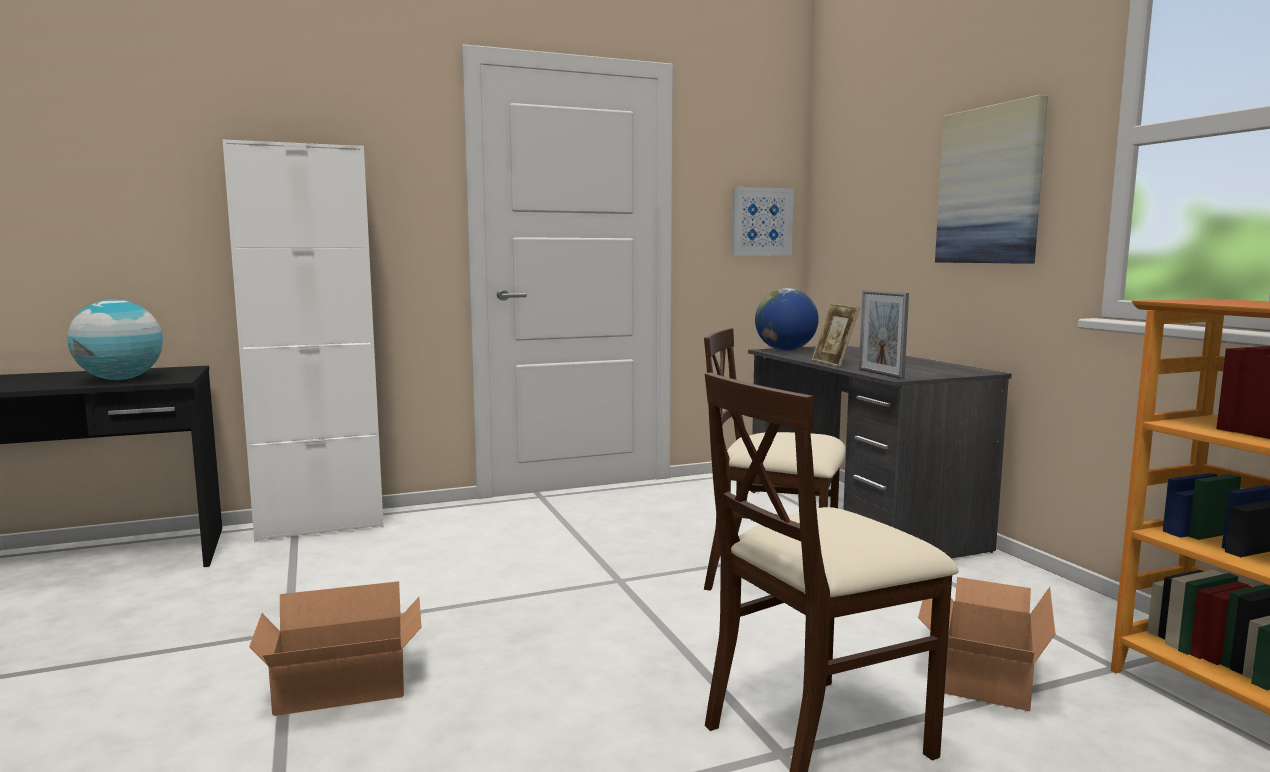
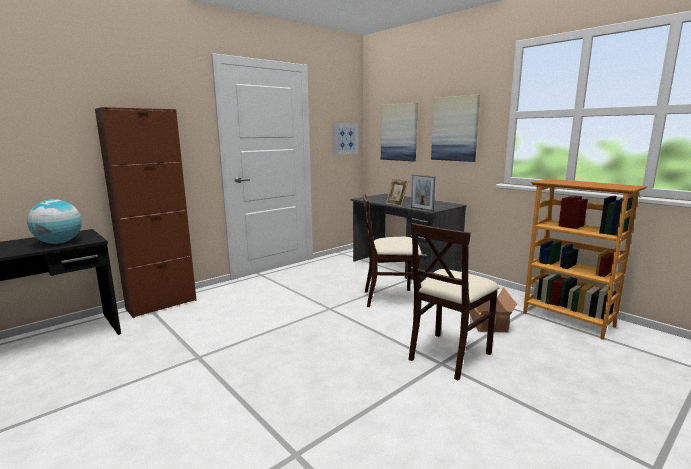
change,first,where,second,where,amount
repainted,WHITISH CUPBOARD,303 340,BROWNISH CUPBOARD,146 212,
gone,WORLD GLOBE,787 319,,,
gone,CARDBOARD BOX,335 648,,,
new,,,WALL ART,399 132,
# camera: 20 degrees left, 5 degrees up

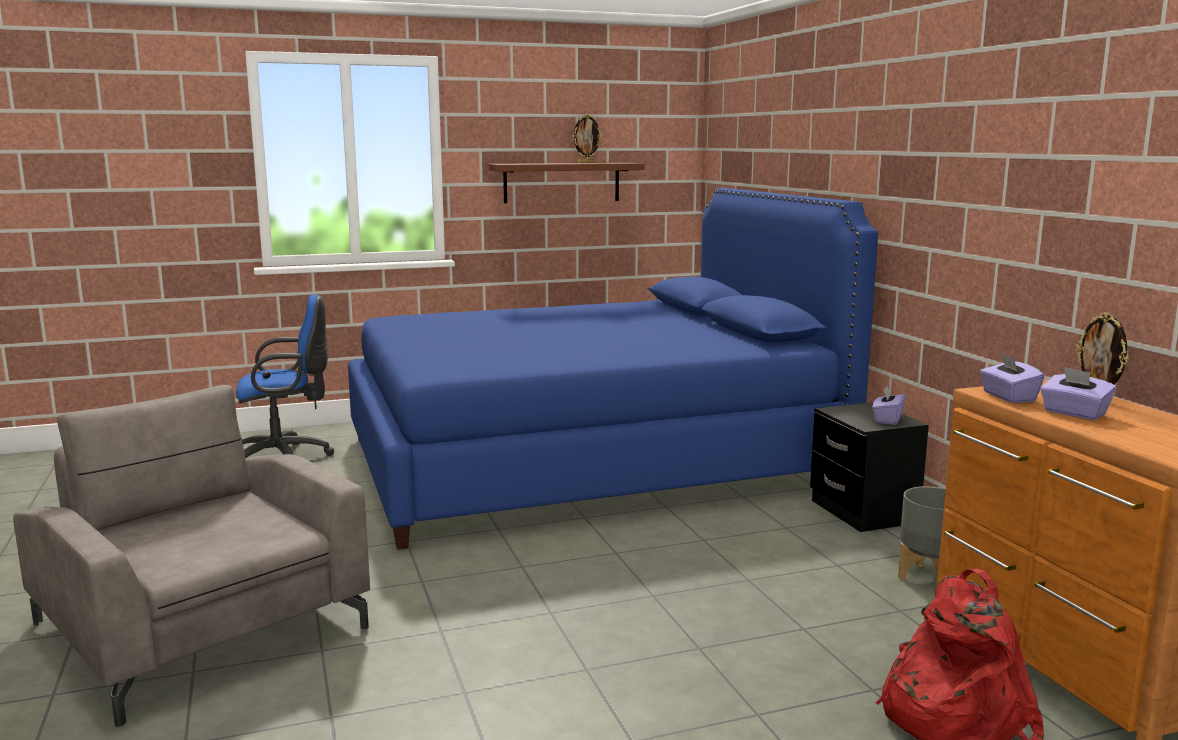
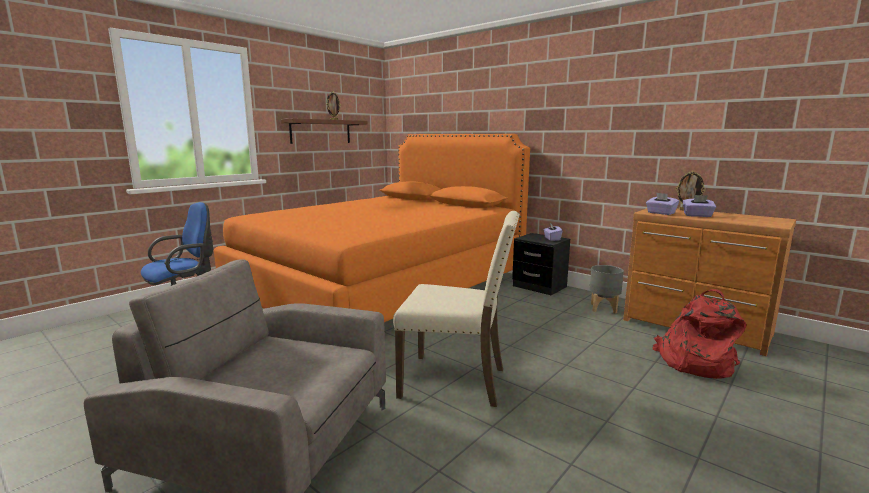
change,first,where,second,where,amount
repainted,BLUE BED,613 369,ORANGE BED,372 228,
new,,,SAND-COLOURED UPRIGHT CHAIR,456 309,
# camera: 30 degrees left, 0 degrees up

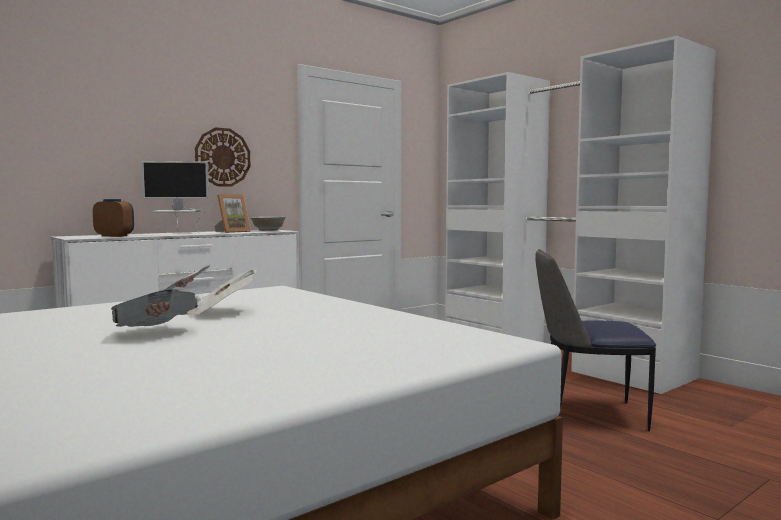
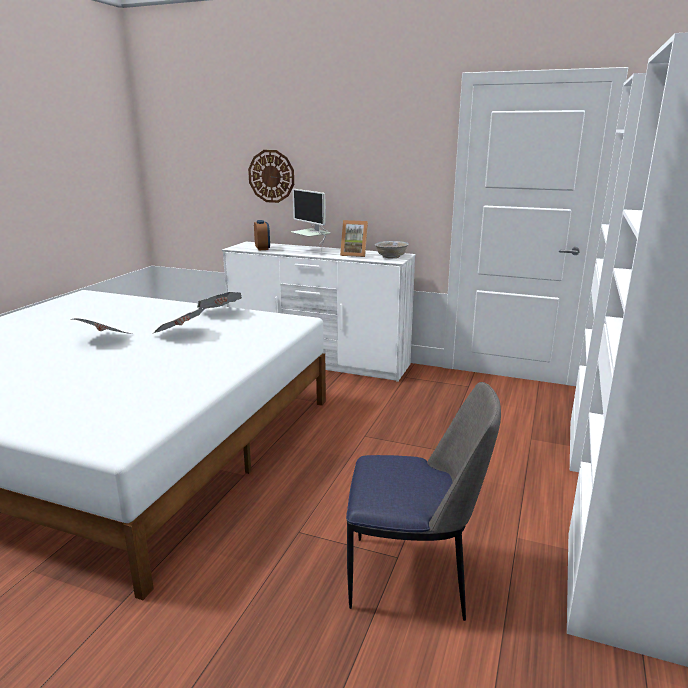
change,first,where,second,where,amount
shifted,WALL CLOCK,222 157,,271 176,
rotated,UPRIGHT CHAIR,595 340,,423 501,120 degrees clockwise
# camera: 60 degrees right, 15 degrees up

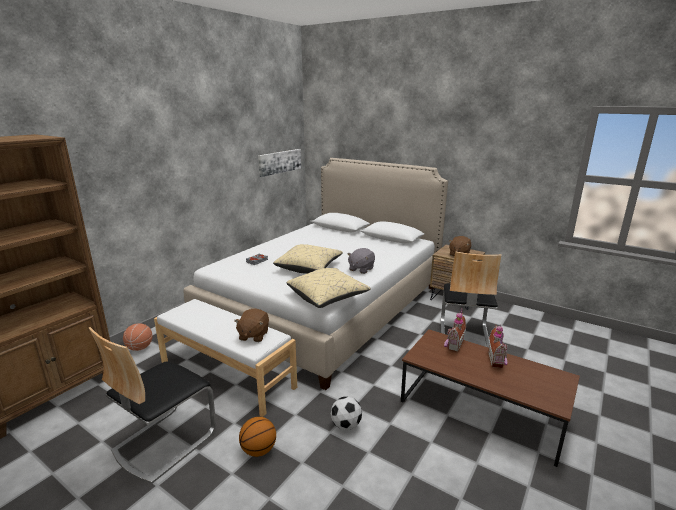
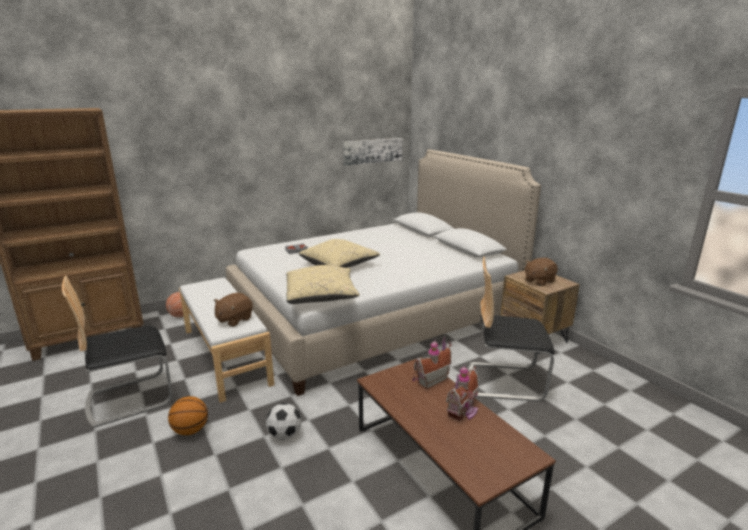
change,first,where,second,where,amount
gone,GRAY SOFT TOY,361 261,,,
rotated,UPRIGHT CHAIR,471 299,,511 329,60 degrees clockwise
# camera: 25 degrees right, 0 degrees up

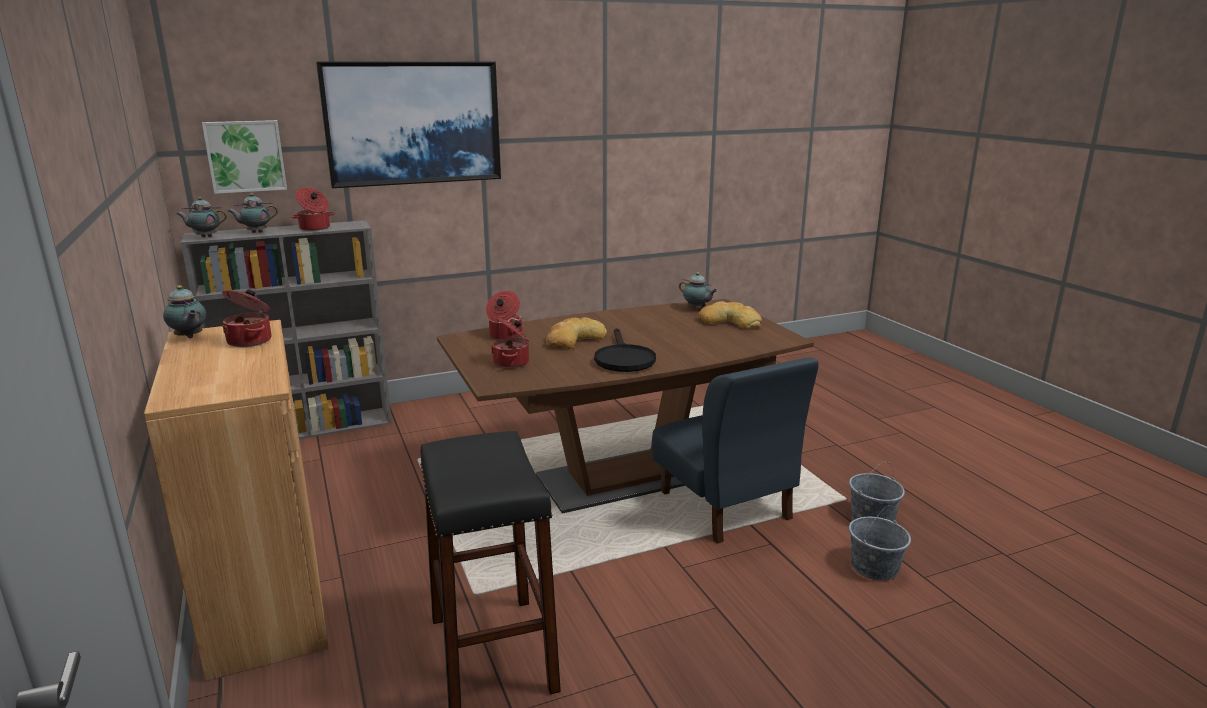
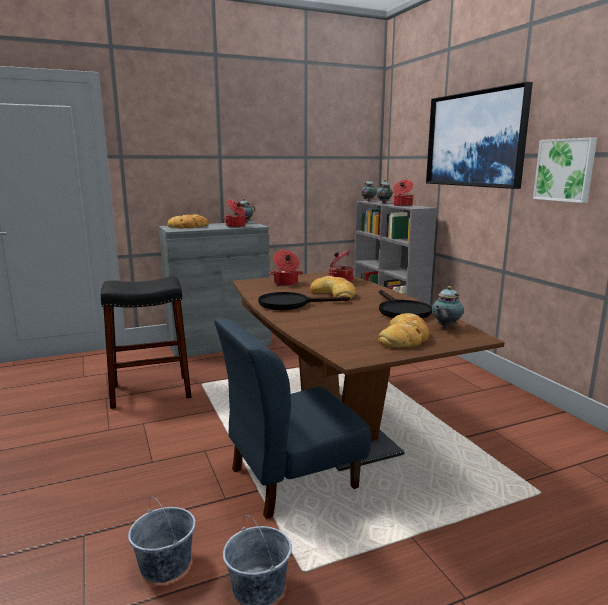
change,first,where,second,where,amount
shifted,WALL ART,244 157,,565 170,
repainted,BROWNISH CUPBOARD,236 500,GRAY CUPBOARD,215 289,
new,,,BREAD,188 221,
new,,,BLACK SKILLET,405 304,
# camera: 90 degrees right, 5 degrees down

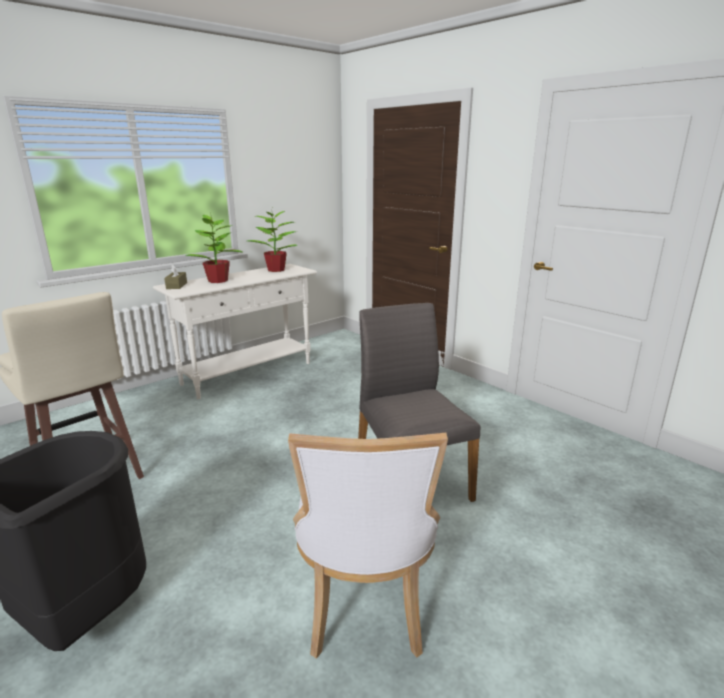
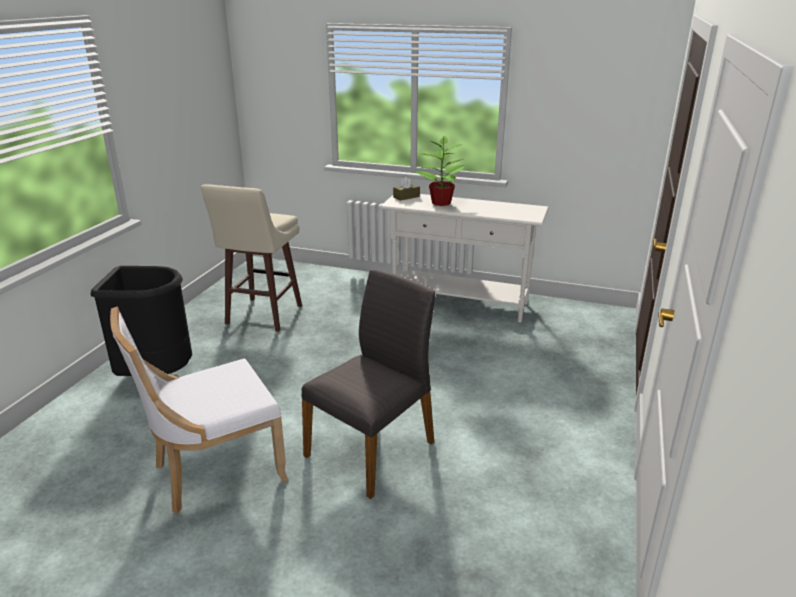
change,first,where,second,where,amount
gone,HOUSEPLANT,272 241,,,
# camera: 60 degrees right, 5 degrees up

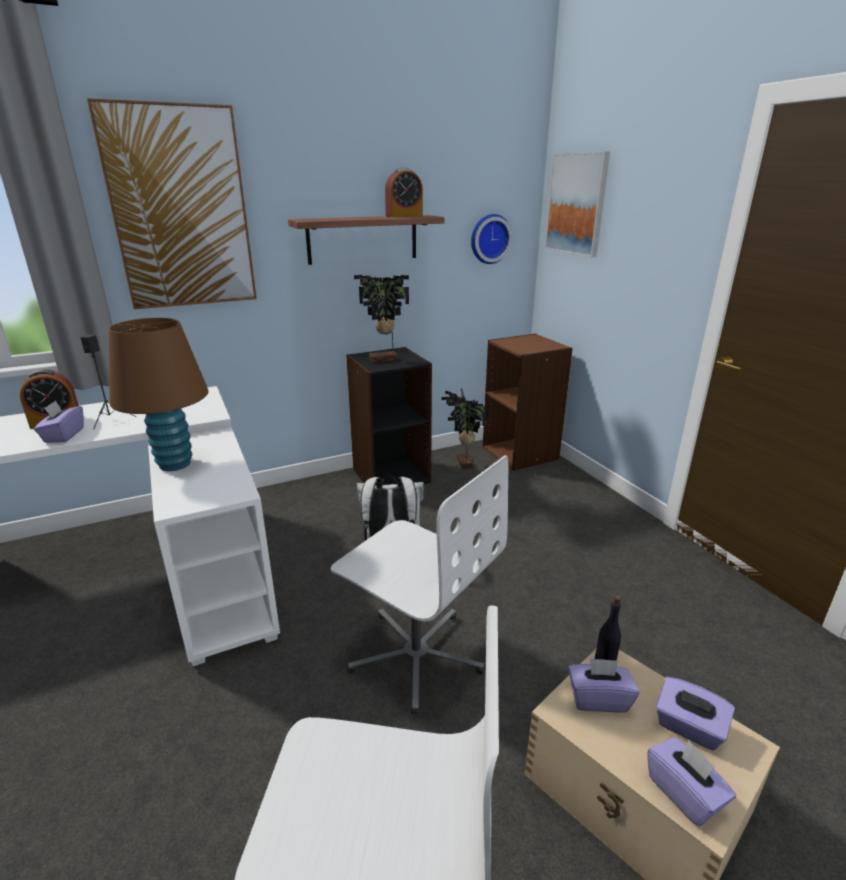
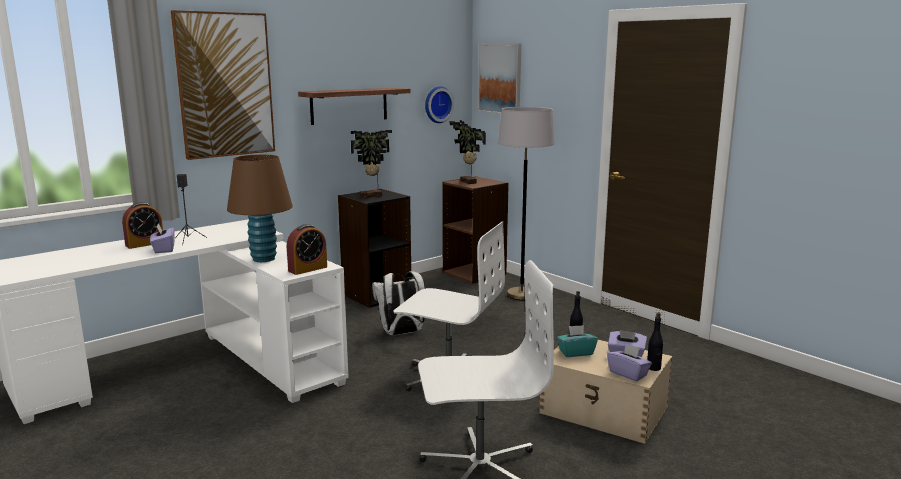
change,first,where,second,where,amount
shifted,BEDSIDE CLOCK,404 192,,307 249,
shifted,HOUSEPLANT,464 429,,467 152,
repainted,PURPLE TISSUE HOLDER,603 685,BLUE-GREEN TISSUE HOLDER,577 341,
new,,,GRAY STANDING LAMP,526 203,
new,,,BLACK DRINK BOTTLE,655 342,
# camera: 15 degrees left, 10 degrees down

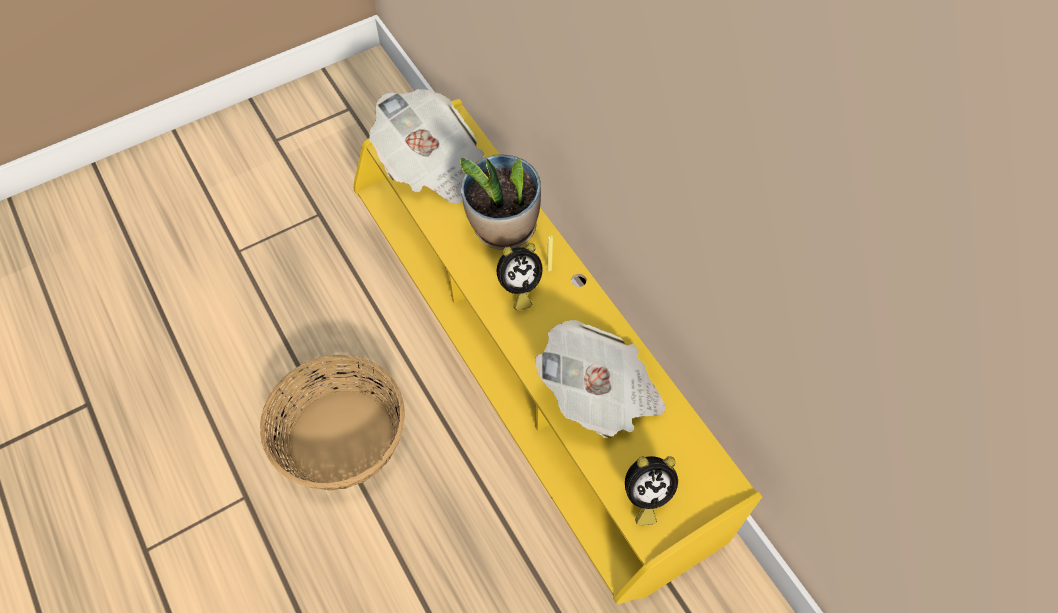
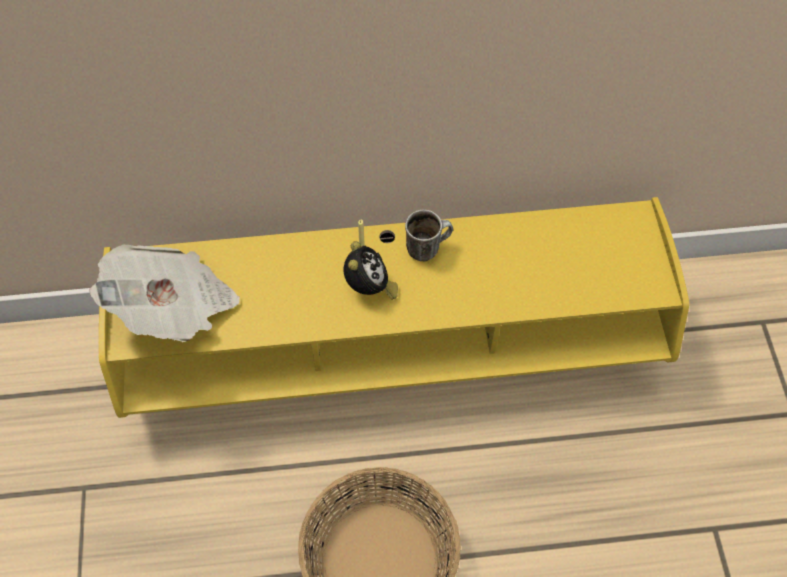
change,first,where,second,where,amount
gone,HOUSEPLANT,500 202,,,
gone,PRINTED PAPER,600 379,,,
gone,BEDSIDE CLOCK,651 490,,,
new,,,COFFEE MUG,429 235,
# camera: 65 degrees left, 0 degrees up

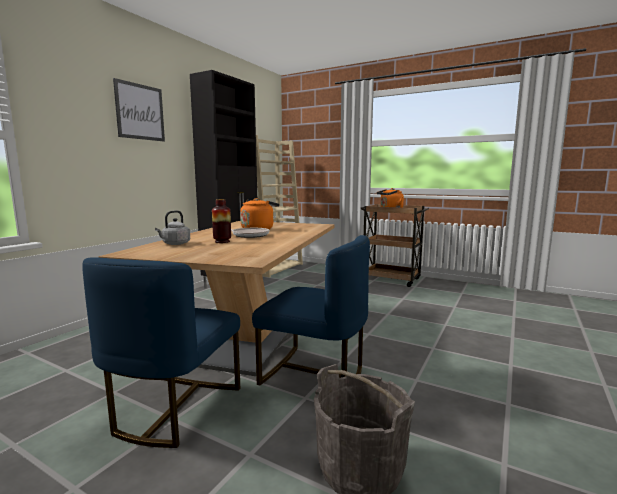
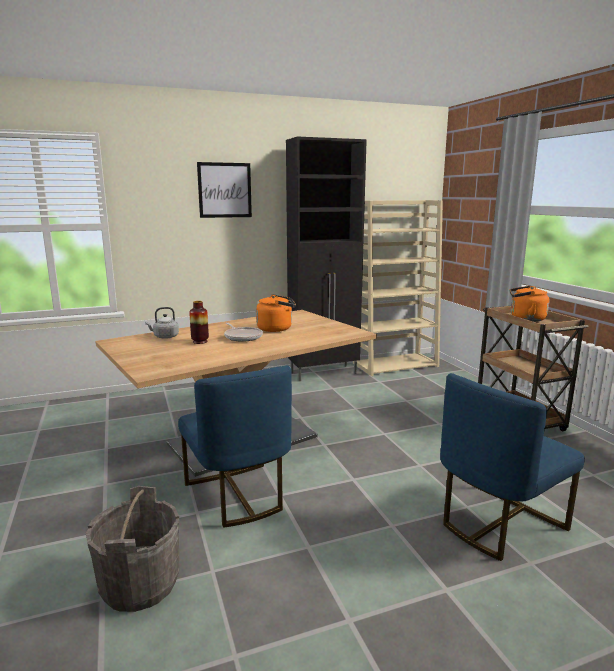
change,first,where,second,where,amount
shifted,BLUE UPRIGHT CHAIR,161 353,,512 467,
# camera: 40 degrees right, 5 degrees up

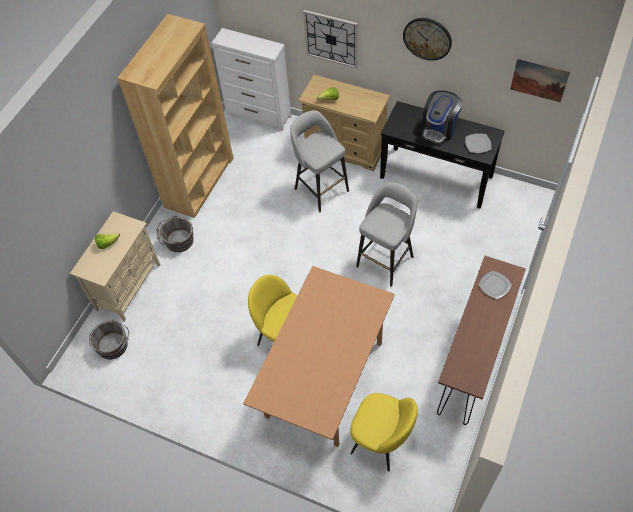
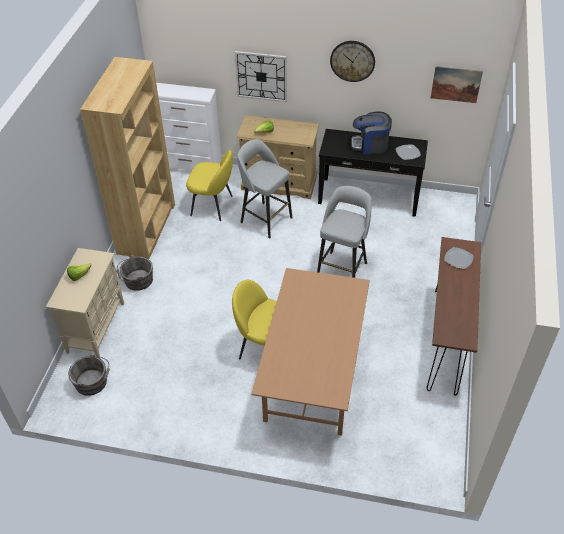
change,first,where,second,where,amount
rotated,COFFEE MAKER,442 117,,371 132,75 degrees clockwise
shifted,YELLOW-COLOURED UPRIGHT CHAIR,384 432,,209 185,
# camera: 15 degrees left, 10 degrees down

